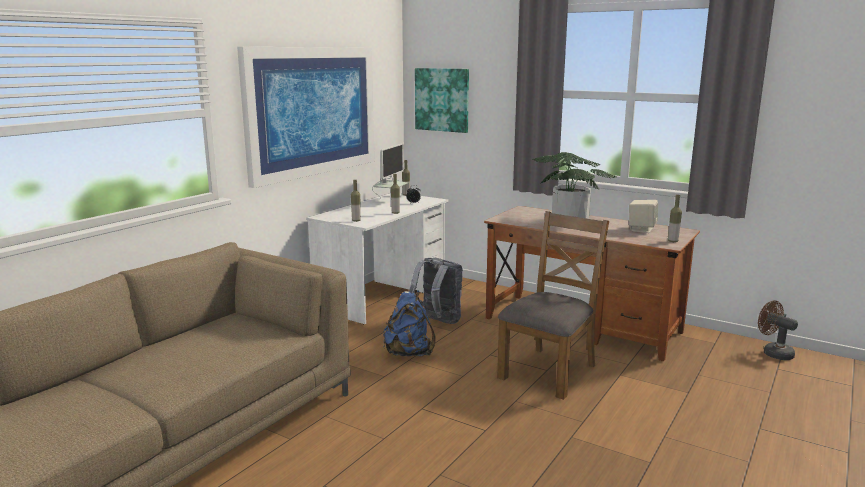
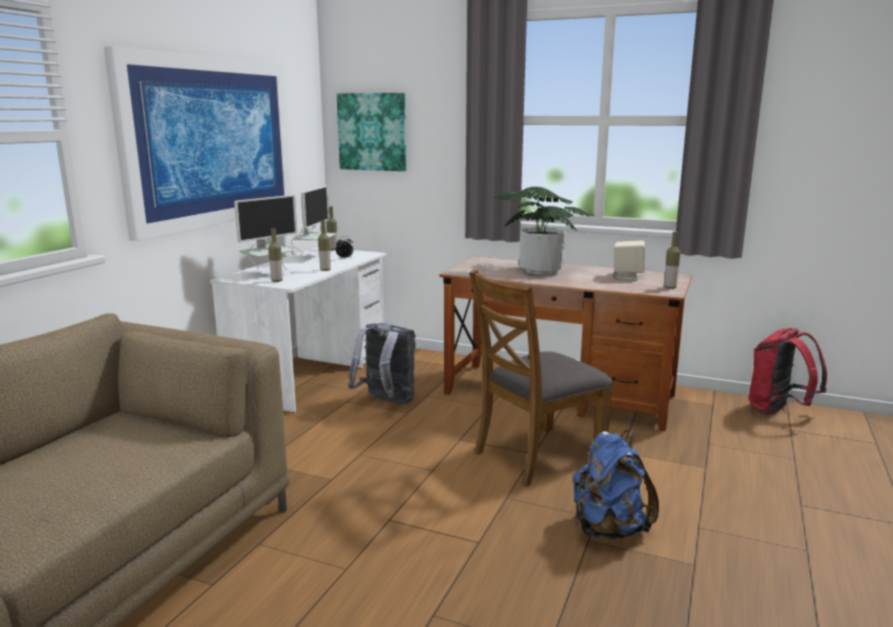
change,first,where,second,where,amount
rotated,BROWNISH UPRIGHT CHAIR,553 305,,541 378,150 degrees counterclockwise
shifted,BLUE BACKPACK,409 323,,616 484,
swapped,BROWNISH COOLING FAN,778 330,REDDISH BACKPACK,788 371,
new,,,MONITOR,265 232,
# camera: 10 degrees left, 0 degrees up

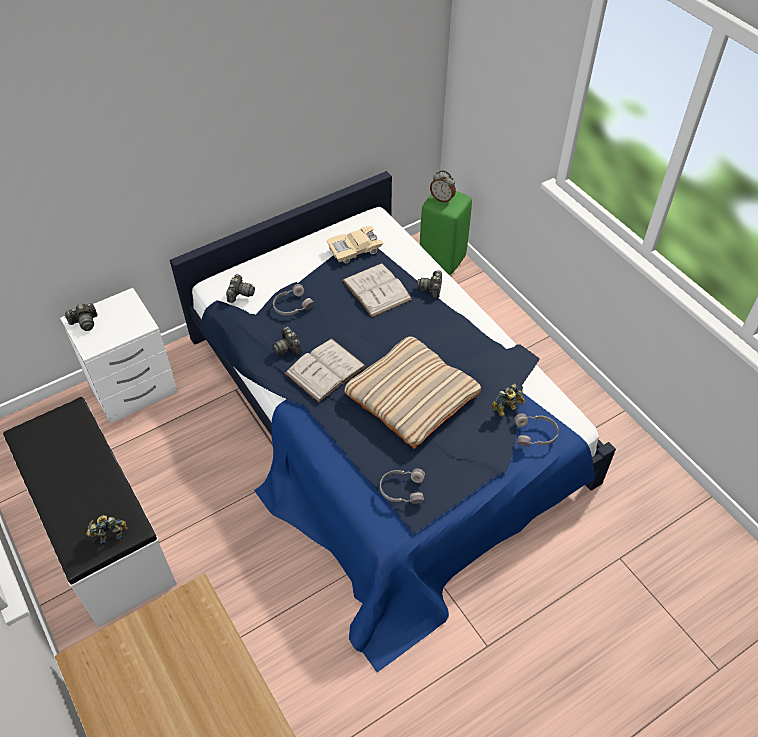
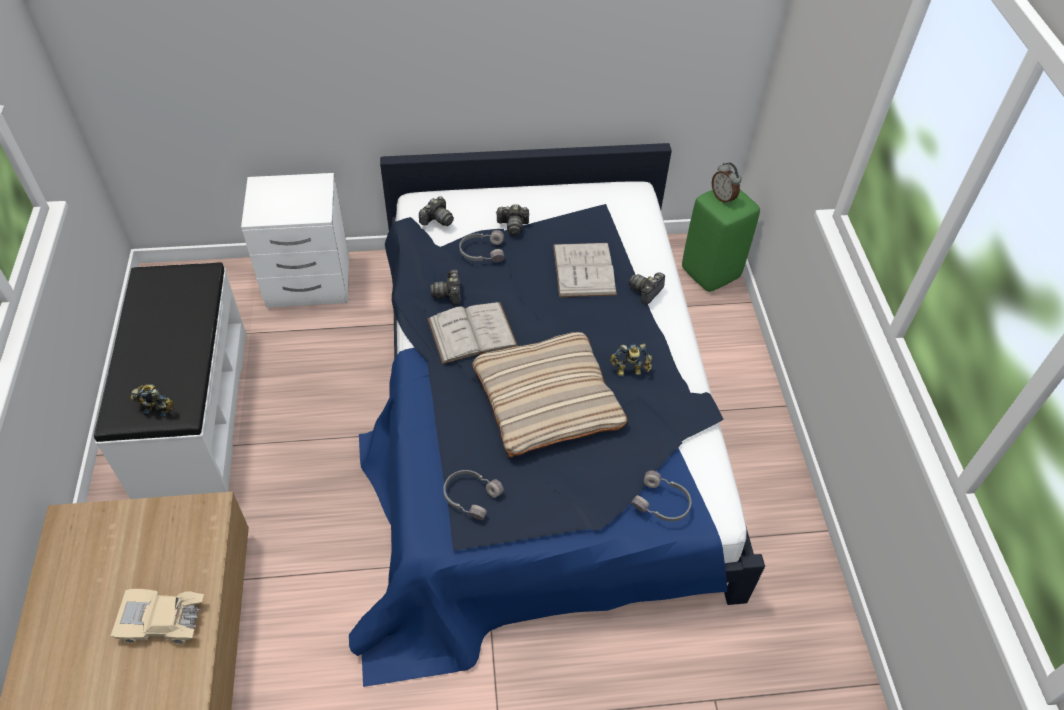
change,first,where,second,where,amount
shifted,SAND-COLOURED TOY CAR,354 244,,157 616,
shifted,STILL CAMERA,81 317,,512 220,
shifted,ROBOT FIGURE,508 400,,631 360,
# camera: 25 degrees right, 0 degrees up

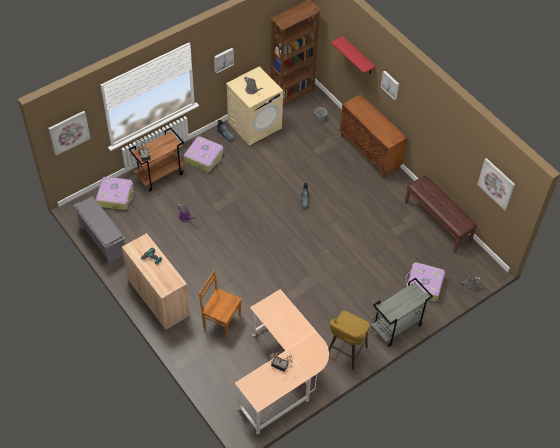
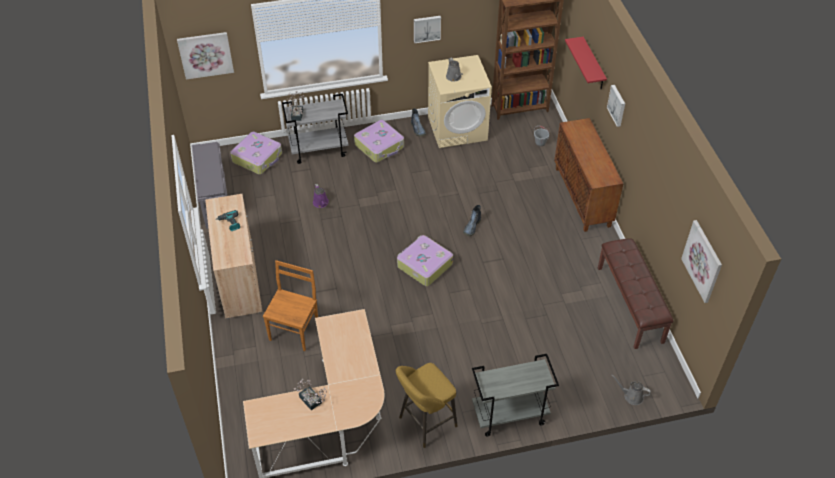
change,first,where,second,where,amount
repainted,BROWNISH CART,156 160,GRAY CART,315 129,
shifted,SUITCASE,425 281,,425 260,
rotated,BROWNISH UPRIGHT CHAIR,220 304,,290 305,60 degrees clockwise
# camera: 25 degrees right, 5 degrees down

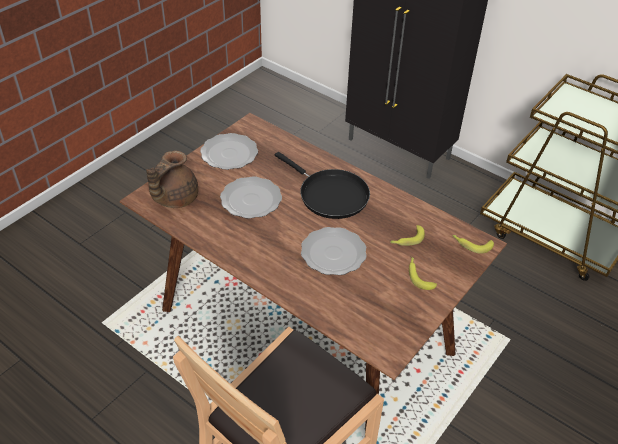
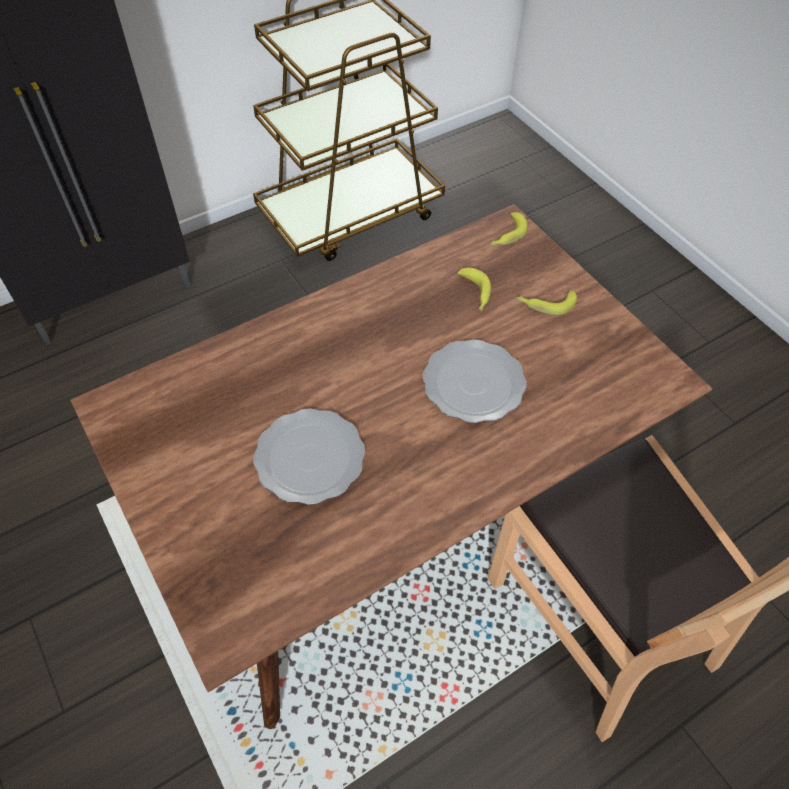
change,first,where,second,where,amount
gone,DINNER PLATE,229 151,,,
gone,BROWNISH POT FOR TEA,172 179,,,
gone,BLACK SKILLET,322 185,,,
# camera: 70 degrees left, 10 degrees up

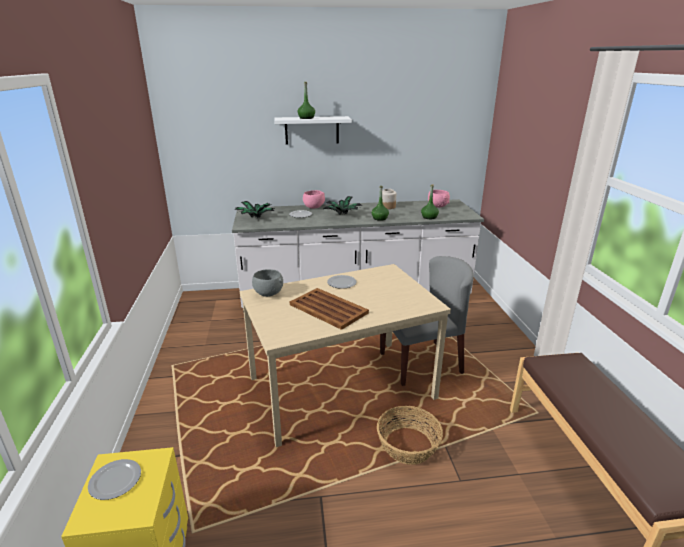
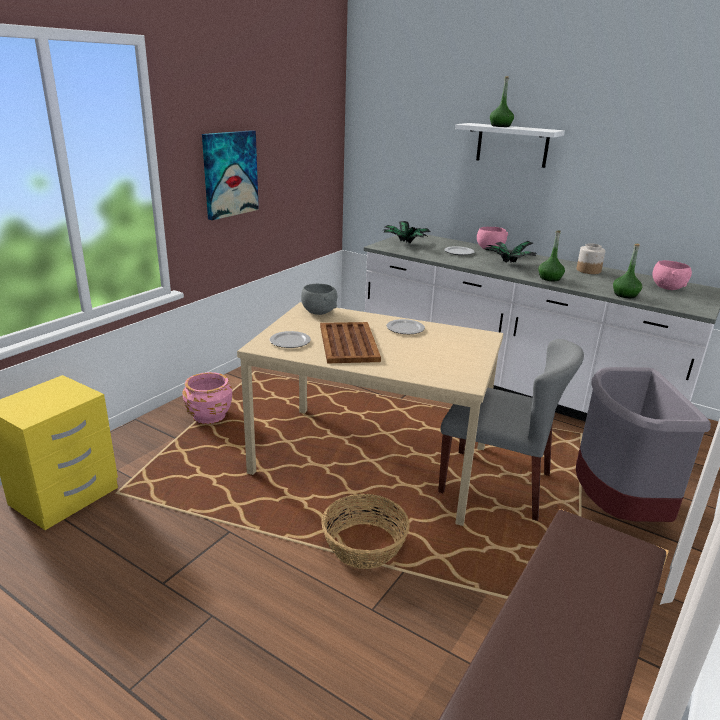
change,first,where,second,where,amount
shifted,DINNER PLATE,114 479,,290 339,
new,,,WALL ART,230 175,
new,,,GRAY TRASH CAN,643 444,
new,,,PINK-COLOURED FLOWER POT,207 398,
# camera: 40 degrees right, 0 degrees up

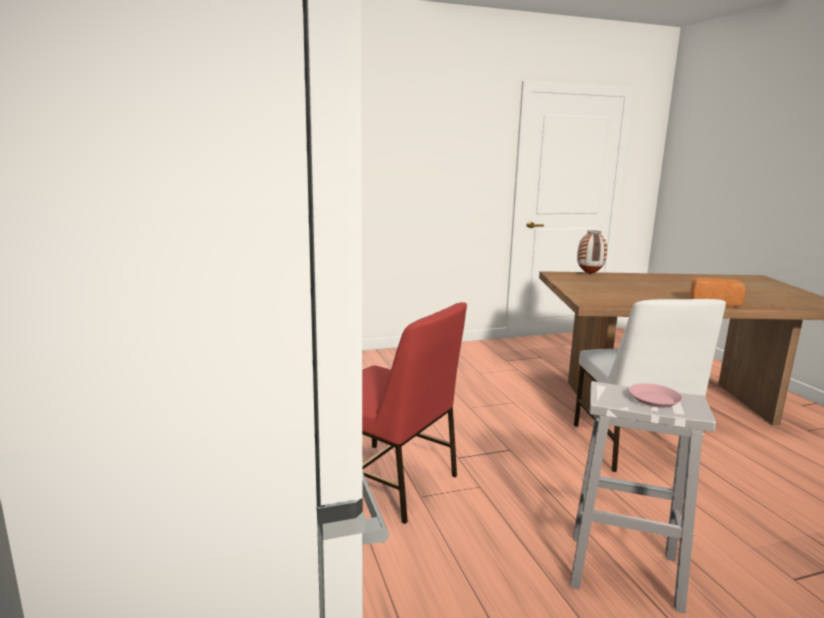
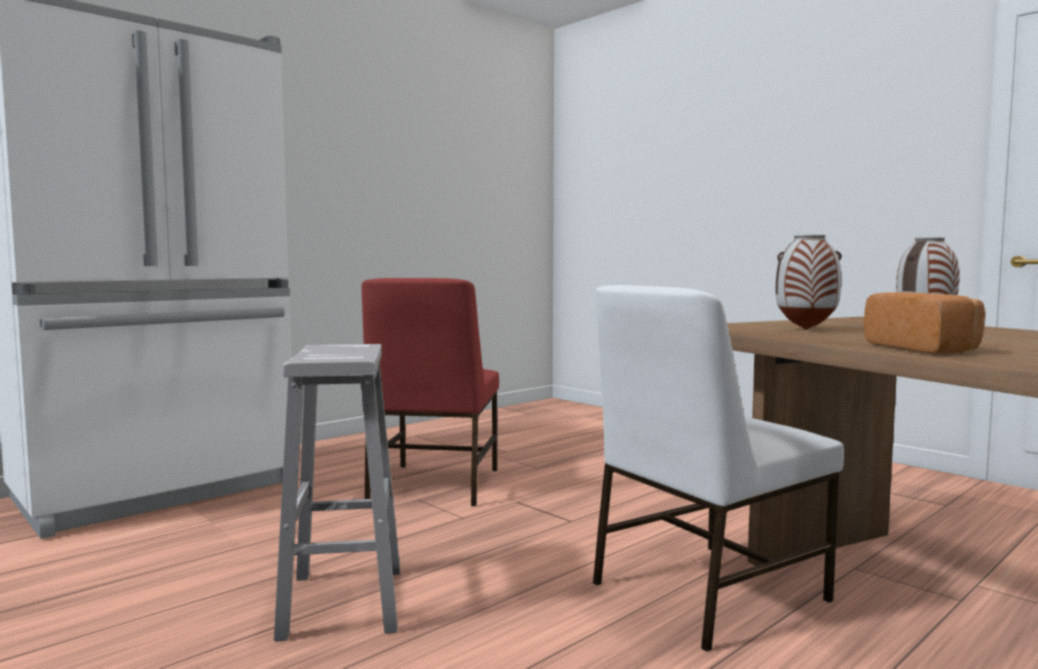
change,first,where,second,where,amount
gone,PINK-COLOURED DINNER PLATE,655 395,,,
new,,,DECORATIVE VASE,809 282,
# camera: 65 degrees right, 10 degrees down

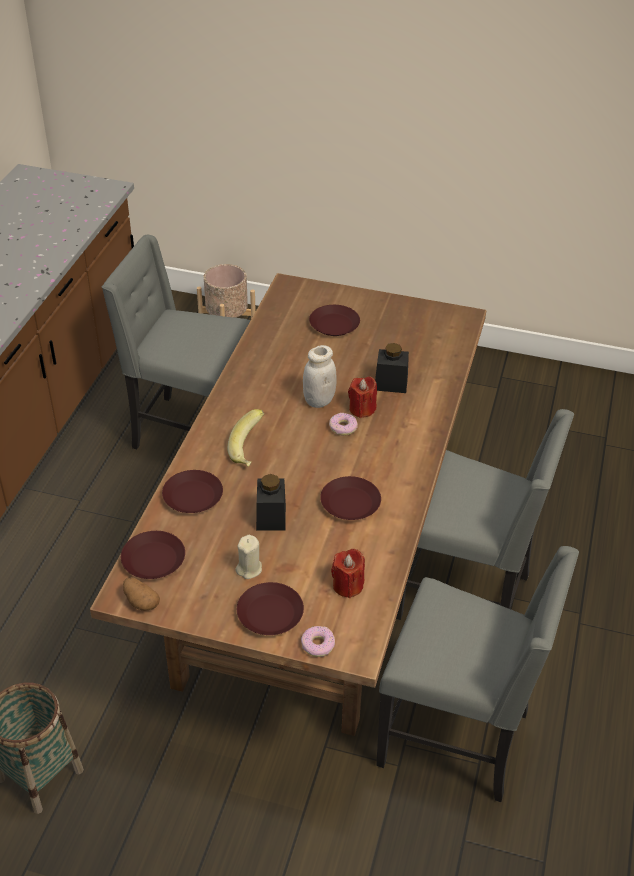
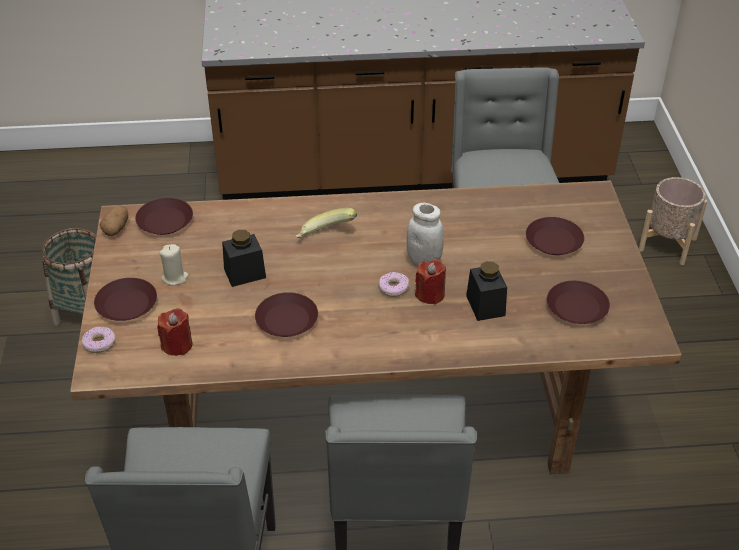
change,first,where,second,where,amount
shifted,BROWNISH DINNER PLATE,192 491,,578 302,
# camera: 70 degrees right, 0 degrees up

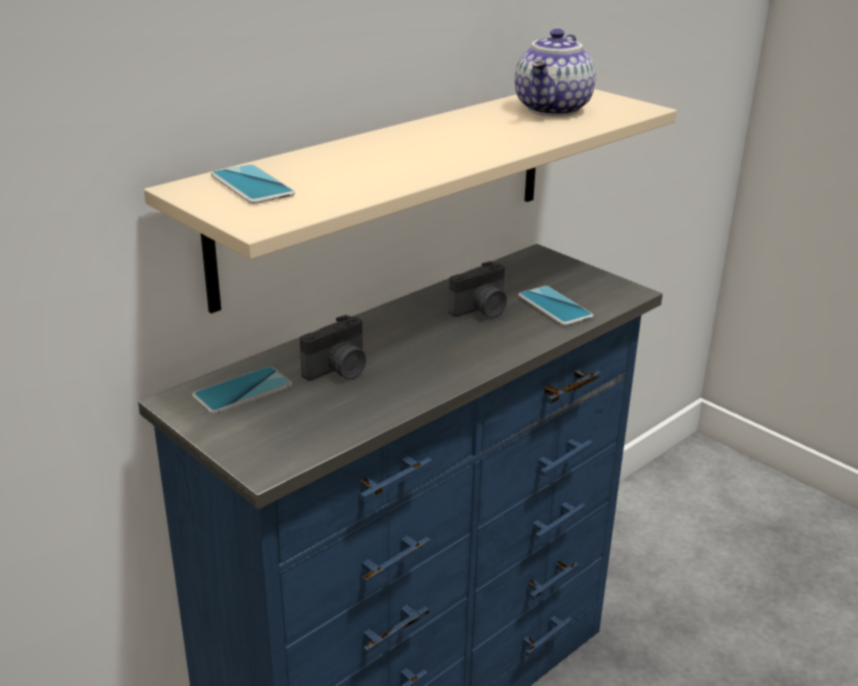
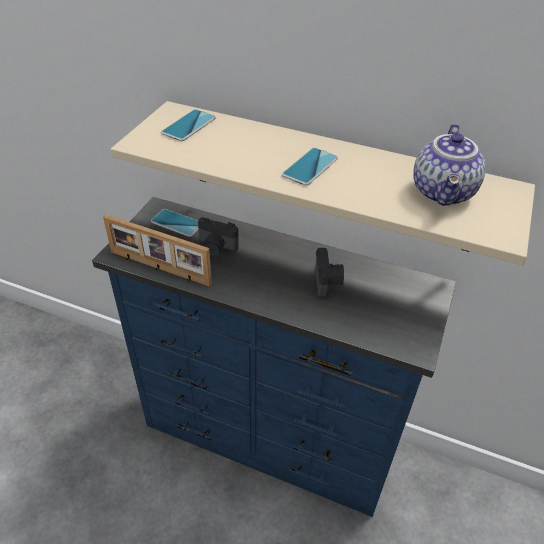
change,first,where,second,where,amount
rotated,POT FOR TEA,555 73,,449 165,75 degrees counterclockwise
rotated,STILL CAMERA,478 289,,329 273,120 degrees counterclockwise
shifted,HANDSET,555 306,,310 167,
new,,,PICTURE FRAME,157 250,
# camera: 65 degrees right, 15 degrees up

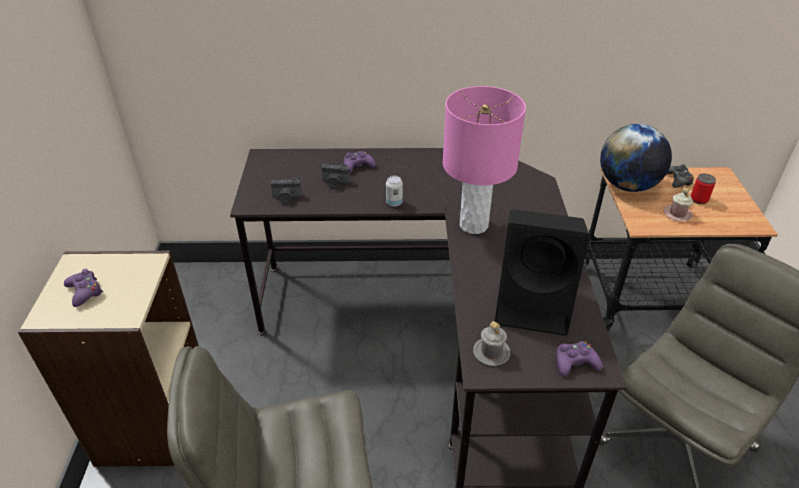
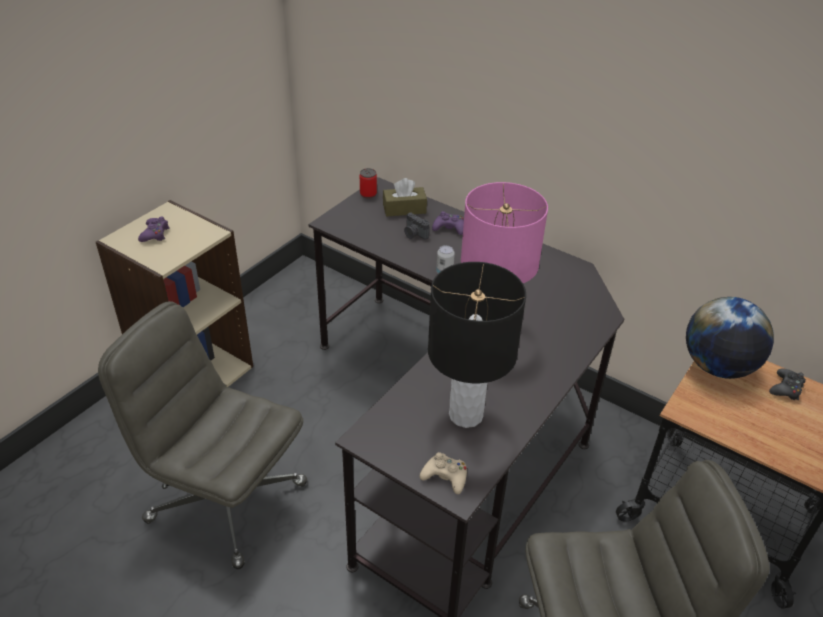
change,first,where,second,where,amount
shifted,SEALED CAN,703 189,,368 183,
gone,STILL CAMERA,286 190,,,
gone,PINK-COLOURED COFFEE MUG,678 204,,,
swapped,BLACK SPEAKER,542 272,BLACK LAMP FOR A TABLE,477 345,
gone,GRAY COFFEE MUG,492 343,,,
repainted,PURPLE GAMEPAD,579 358,SAND-COLOURED GAMEPAD,443 473,
new,,,BROWNISH TISSUE HOLDER,405 197,
# camera: 35 degrees right, 0 degrees up

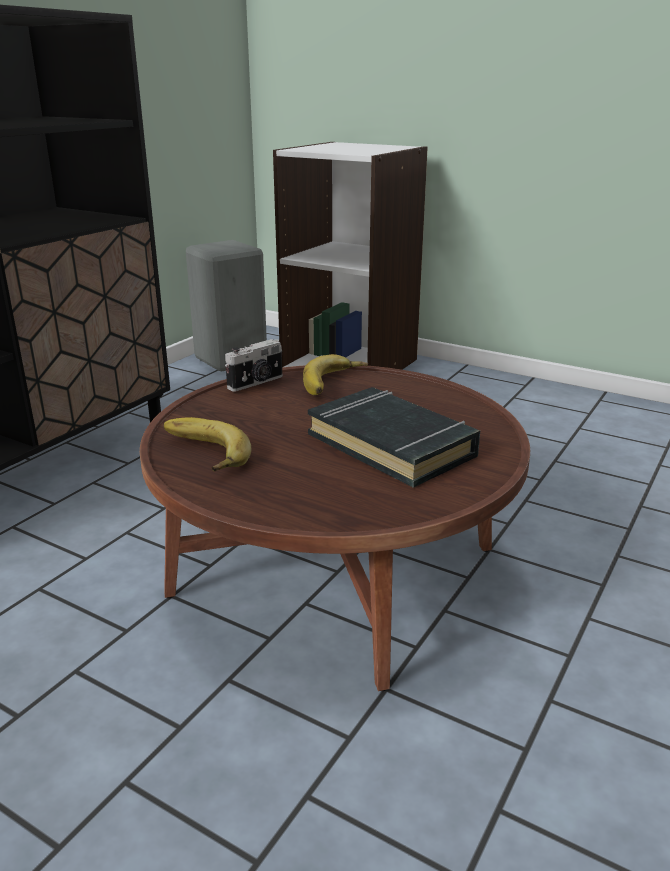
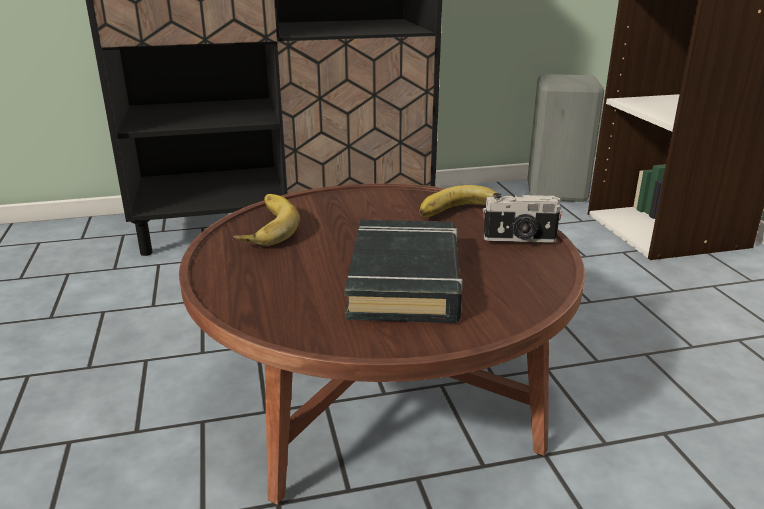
change,first,where,second,where,amount
shifted,STILL CAMERA,253 365,,523 217,
# camera: 45 degrees right, 0 degrees up

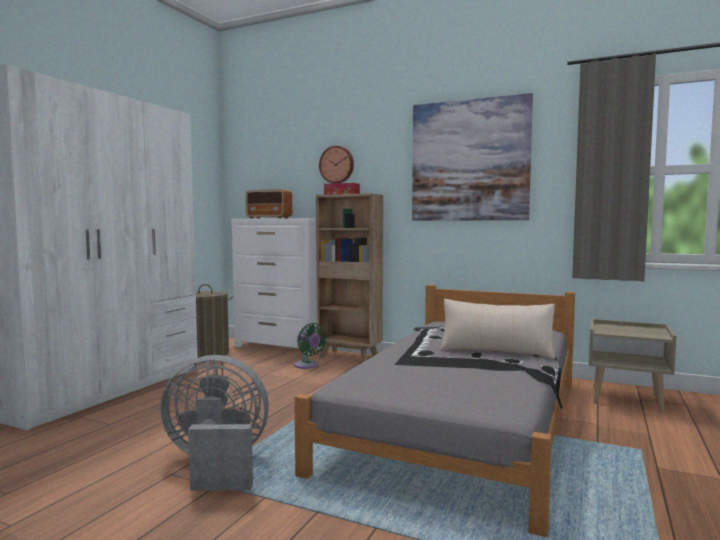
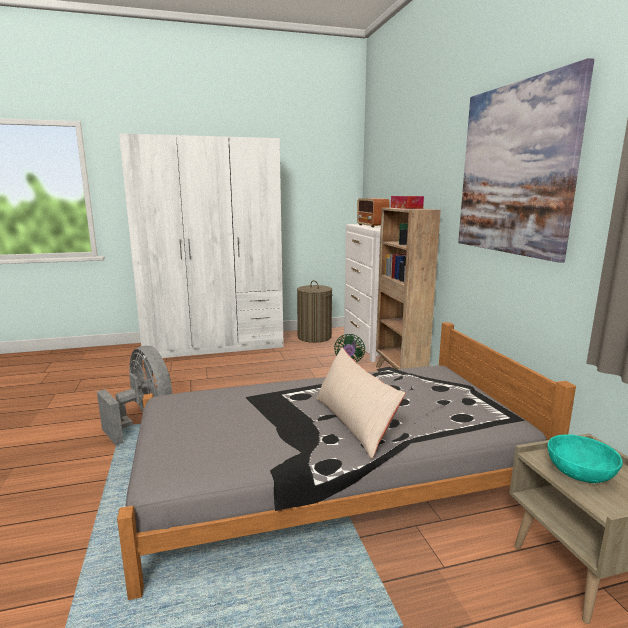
change,first,where,second,where,amount
gone,WALL CLOCK,336 164,,,
new,,,BLUE-GREEN DEEP DISH,585 458,
# camera: 50 degrees right, 10 degrees up

